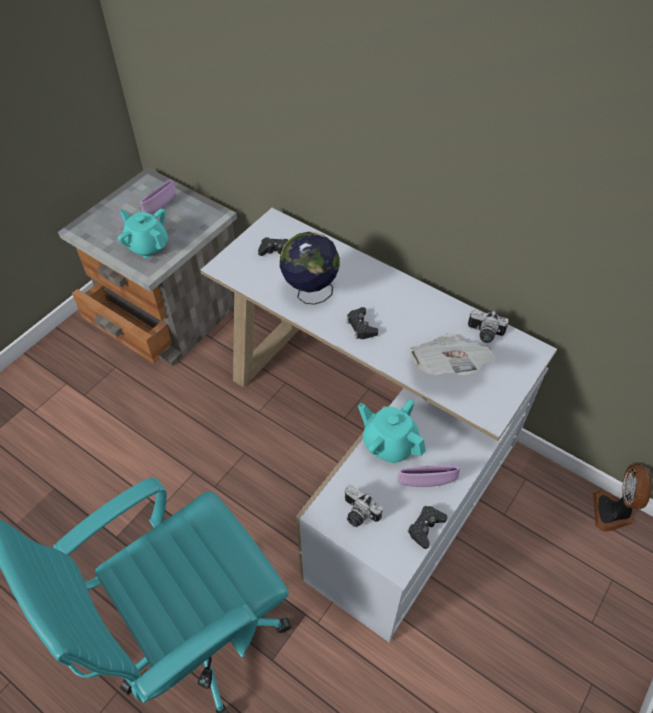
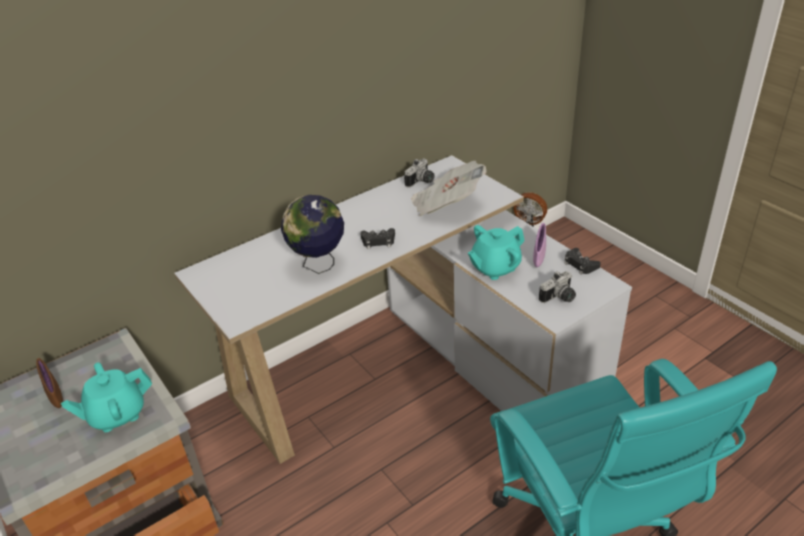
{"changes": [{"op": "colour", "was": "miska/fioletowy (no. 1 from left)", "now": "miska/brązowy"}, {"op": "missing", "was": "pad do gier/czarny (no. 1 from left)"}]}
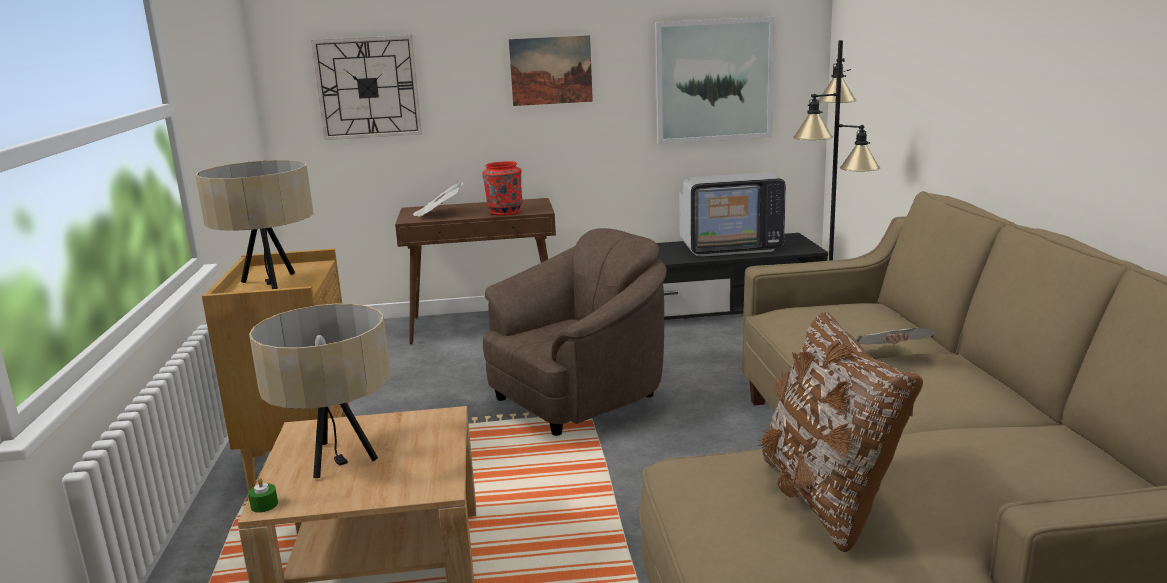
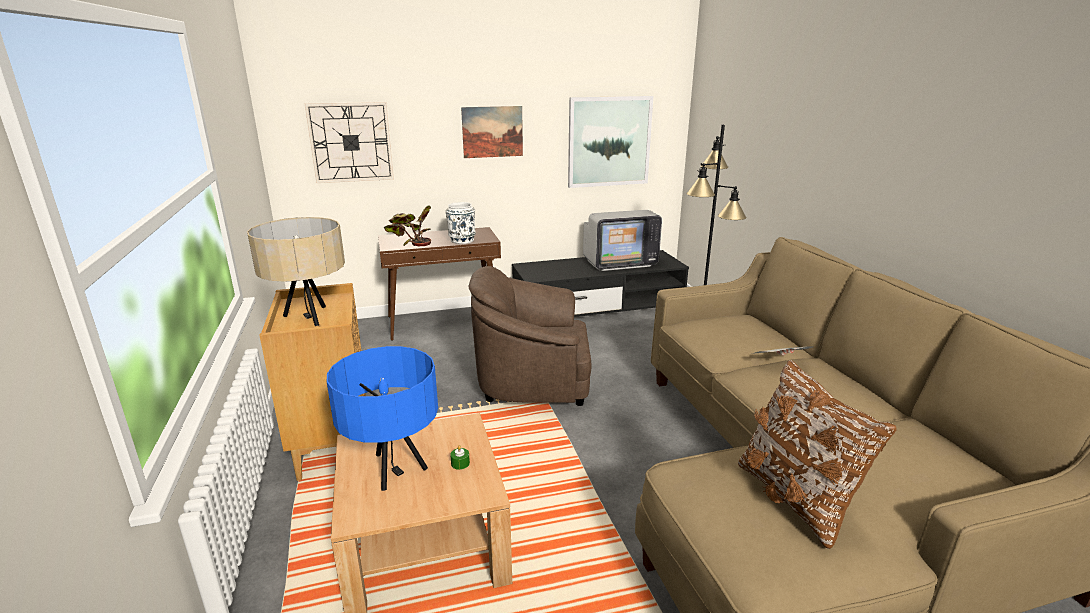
{"changes": [{"op": "colour", "was": "wazon/czerwony", "now": "wazon/biały"}, {"op": "exchanged", "was": "gazeta (no. 1 from left)", "now": "roślina doniczkowa"}, {"op": "spun", "was": "fotel/brązowy", "clockwise": -135}, {"op": "colour", "was": "lampa stołowa/beżowy (no. 2 from left)", "now": "lampa stołowa/niebieski"}, {"op": "relocated", "was": "świeca/zielony"}]}
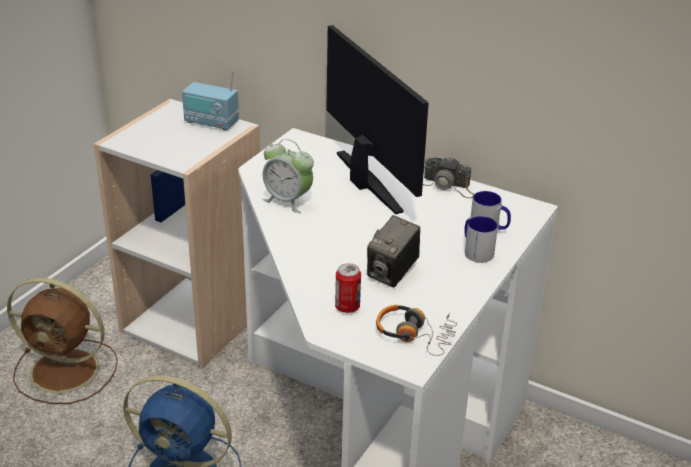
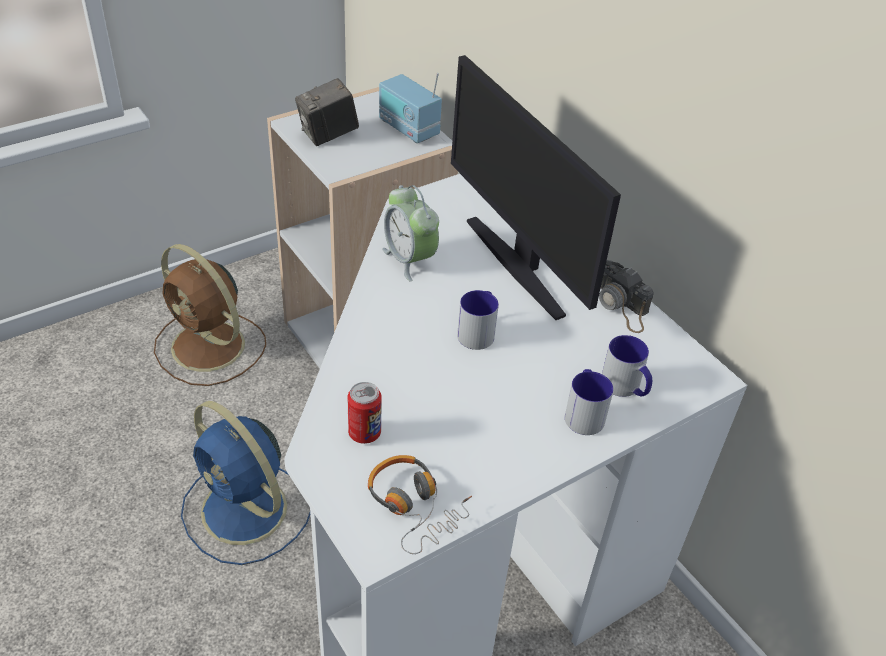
{"changes": [{"op": "spun", "was": "monitor", "clockwise": 150}, {"op": "relocated", "was": "aparat fotograficzny (no. 1 from left)"}, {"op": "appeared", "now": "kubek (no. 1 from left)"}]}
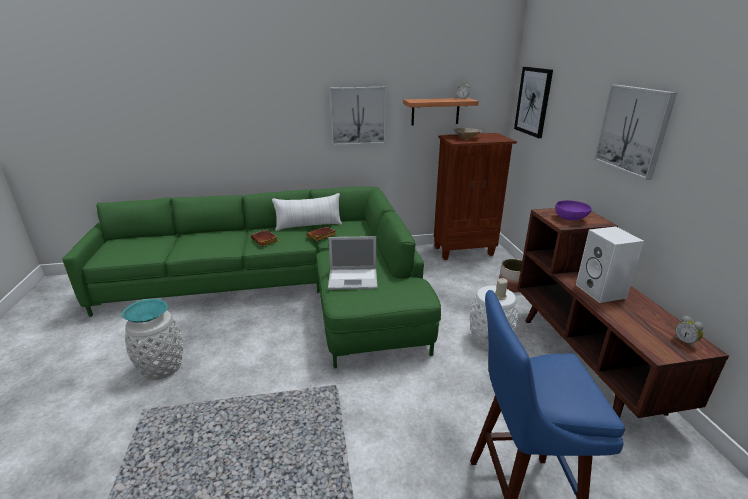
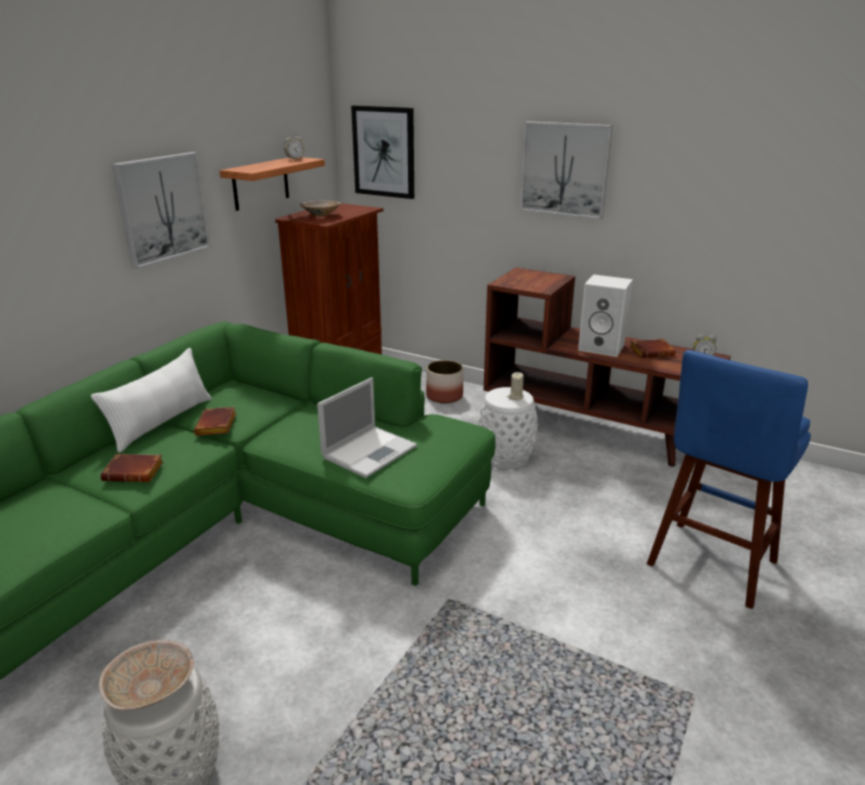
{"changes": [{"op": "missing", "was": "miska/fioletowy"}, {"op": "colour", "was": "miska/turkusowy", "now": "miska/beżowy (no. 1 from left)"}, {"op": "appeared", "now": "książka/brązowy (no. 3 from left)"}]}
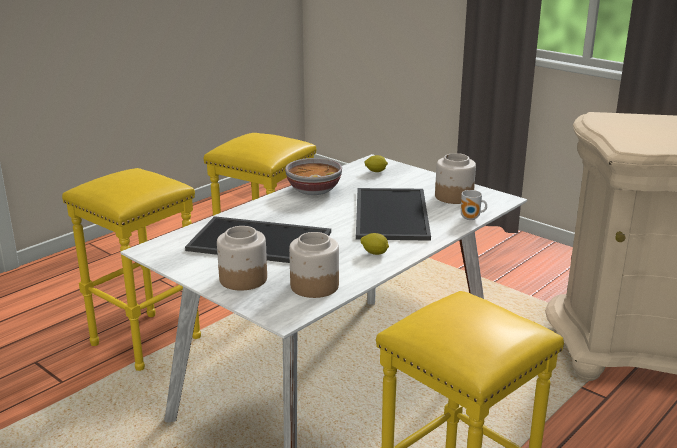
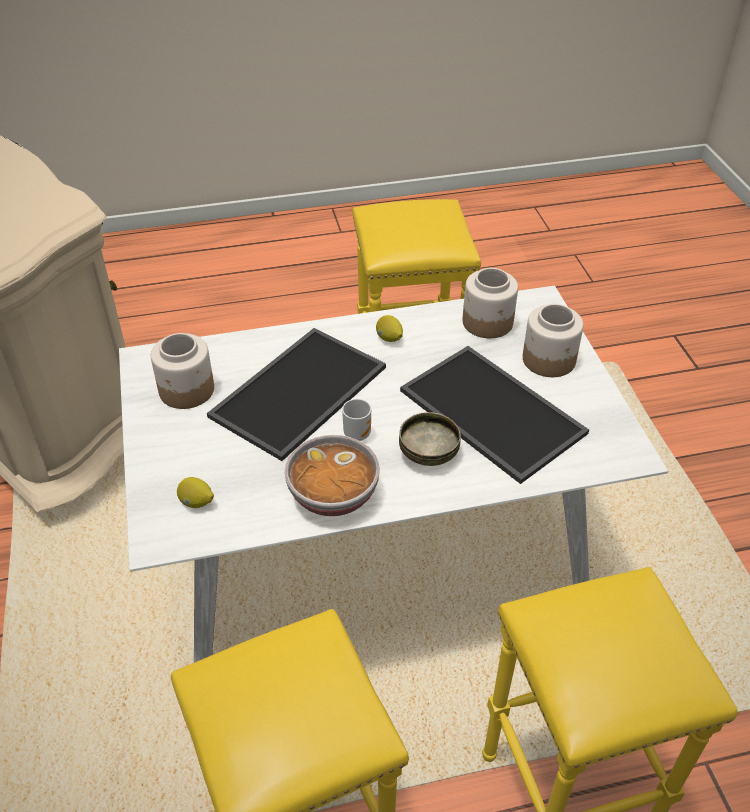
{"changes": [{"op": "relocated", "was": "kubek"}, {"op": "appeared", "now": "miska (no. 2 from left)"}]}
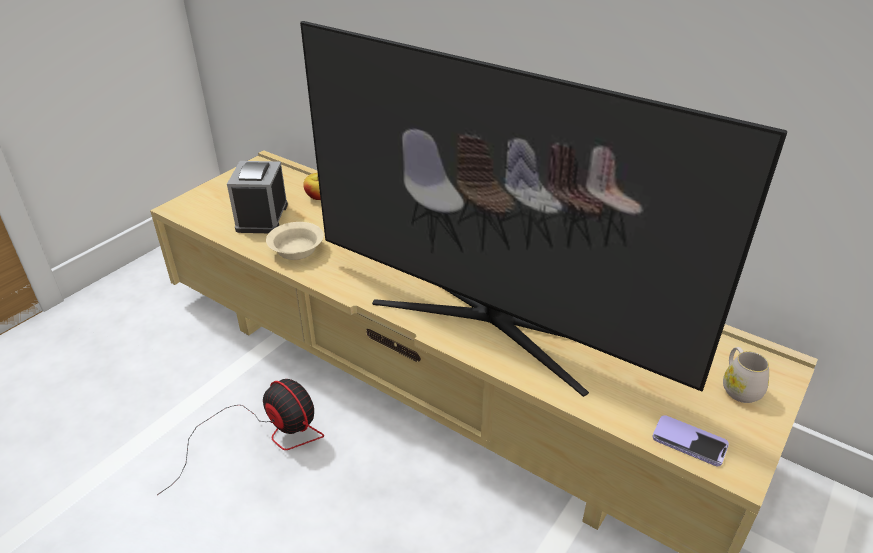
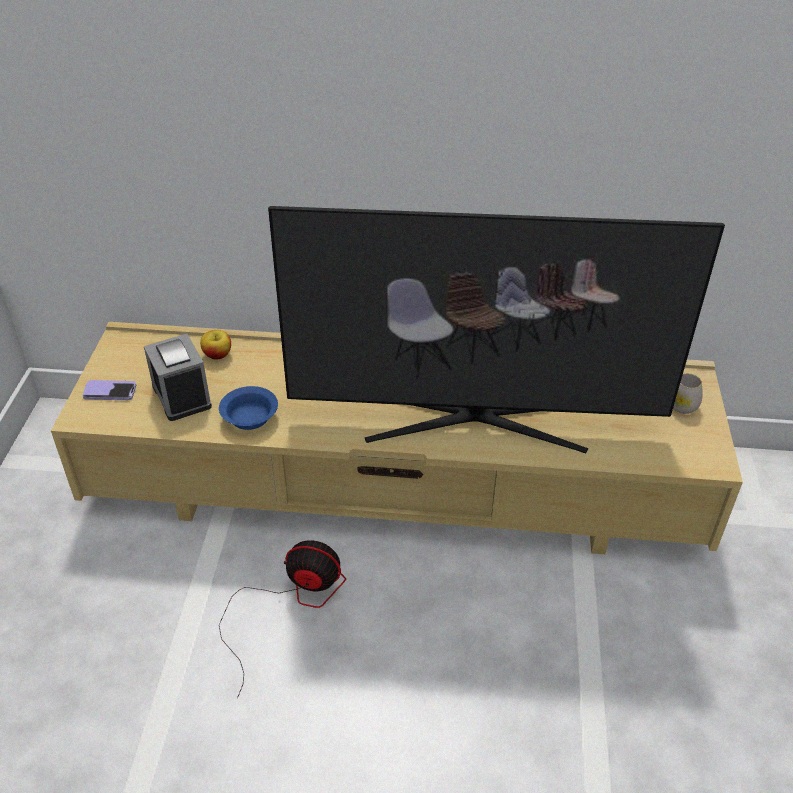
{"changes": [{"op": "colour", "was": "miska/beżowy", "now": "miska/niebieski"}, {"op": "relocated", "was": "telefon"}]}
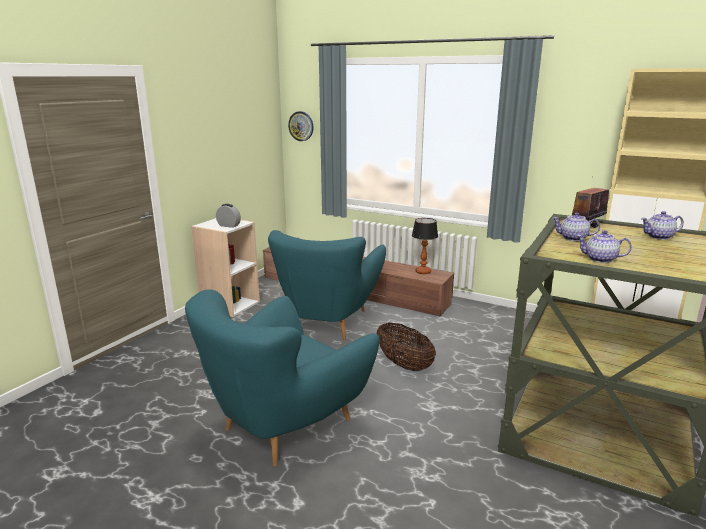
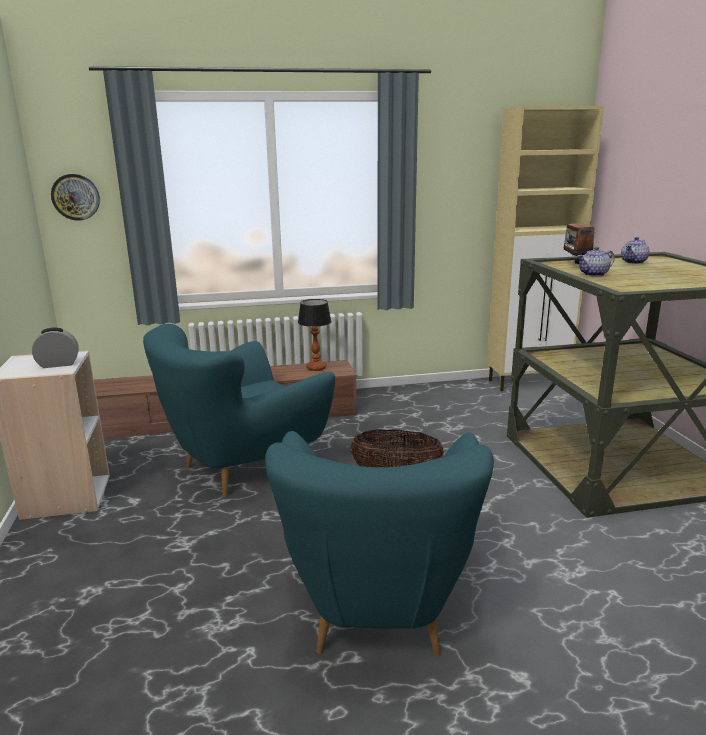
{"changes": [{"op": "spun", "was": "fotel/turkusowy (no. 2 from left in the first image)", "clockwise": 75}, {"op": "missing", "was": "imbryk (no. 2 from left)"}]}
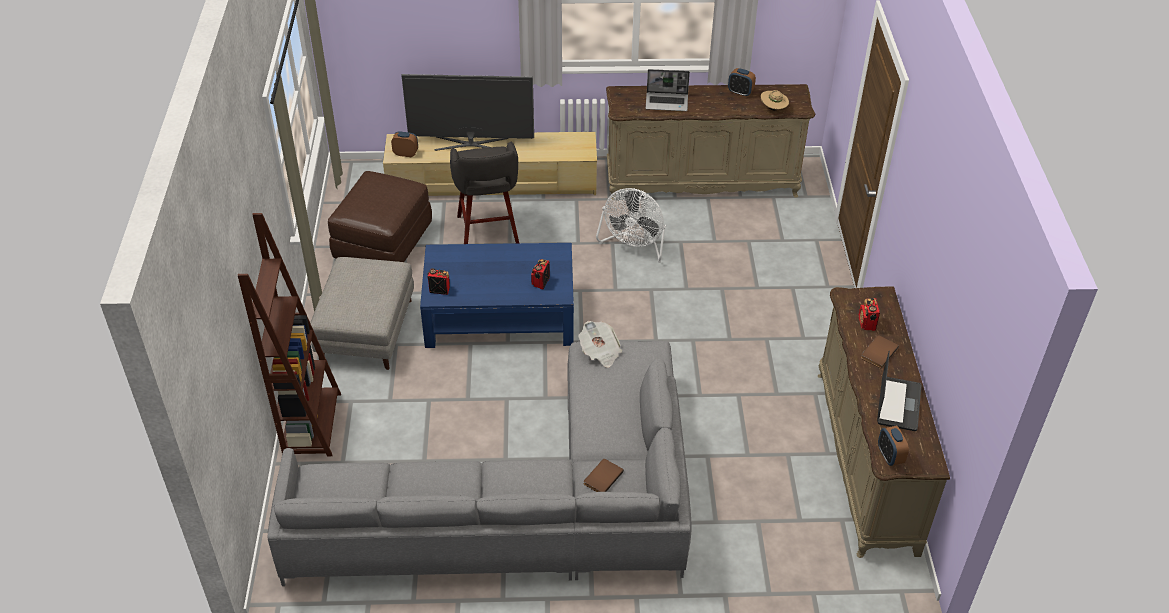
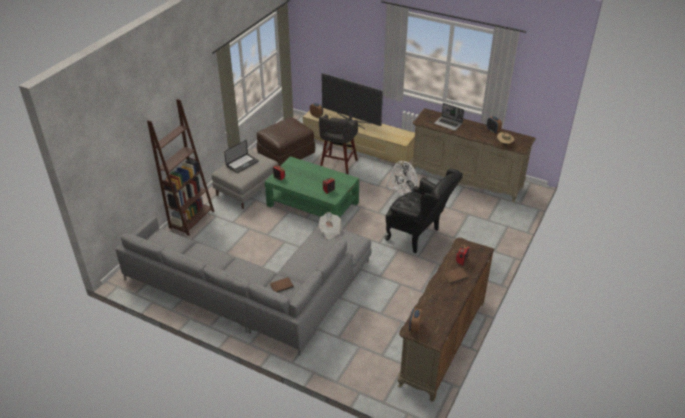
{"changes": [{"op": "colour", "was": "ława/niebieski", "now": "ława/zielony"}, {"op": "relocated", "was": "laptop (no. 2 from left in the first image)", "now": "laptop (no. 1 from left)"}, {"op": "appeared", "now": "fotel/czarny"}]}
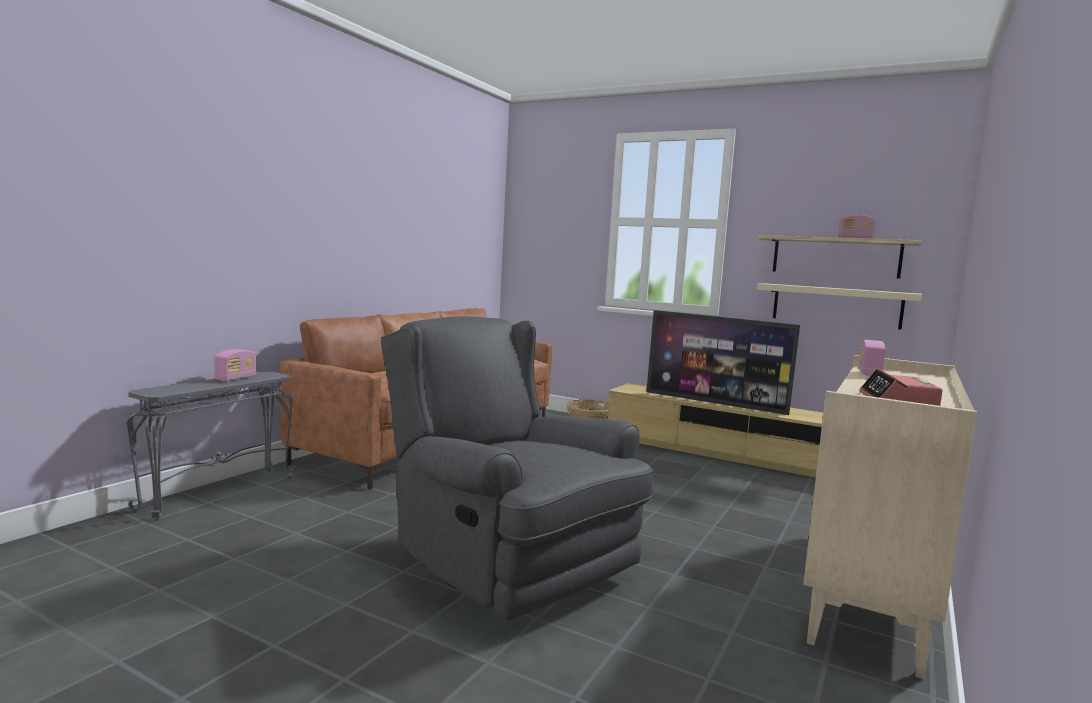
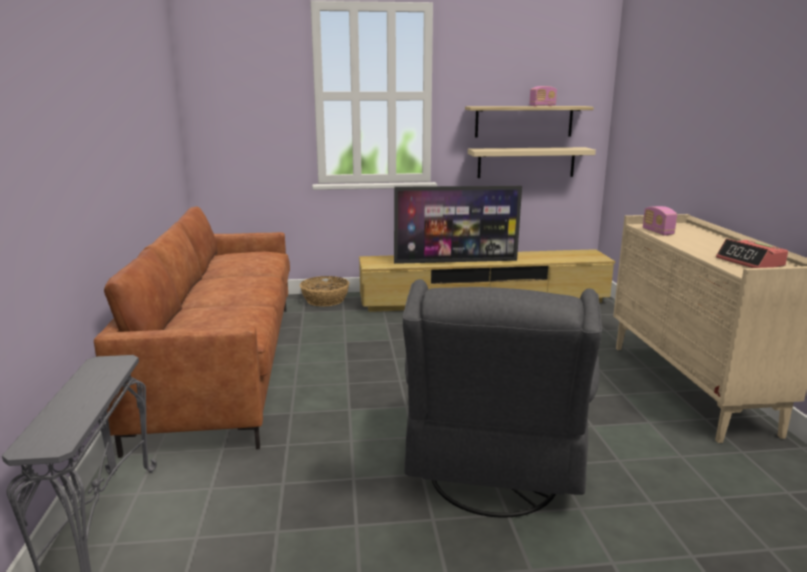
{"changes": [{"op": "spun", "was": "fotel/szary", "clockwise": -90}, {"op": "missing", "was": "radio (no. 1 from left)"}]}
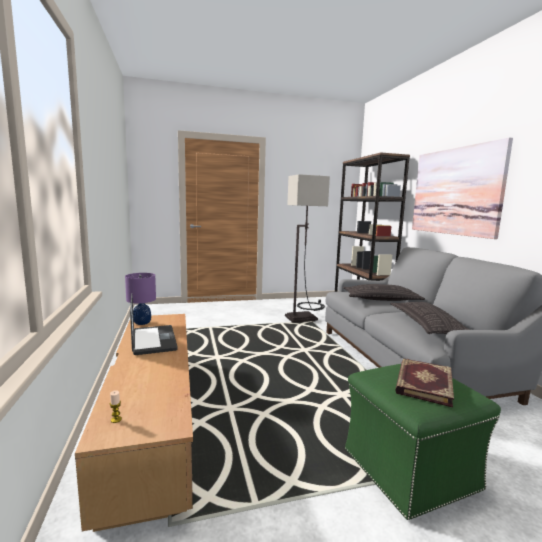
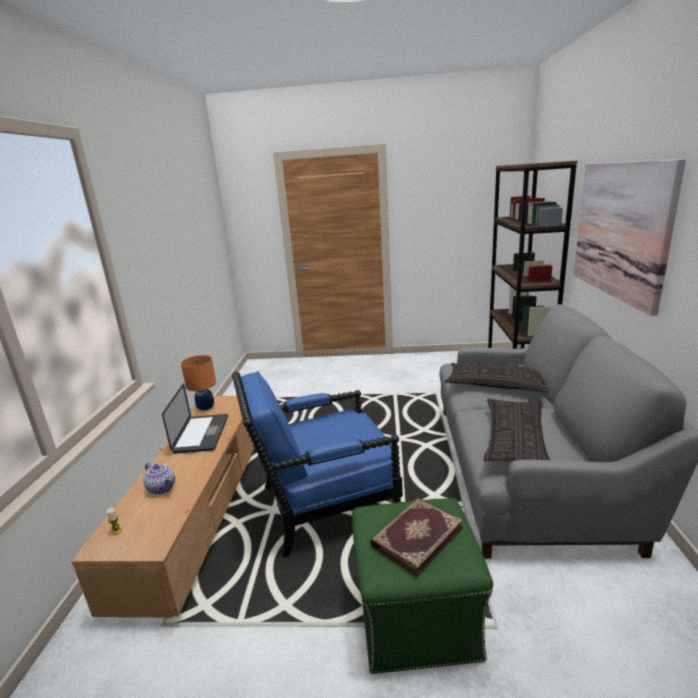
{"changes": [{"op": "missing", "was": "lampa stojąca"}, {"op": "colour", "was": "lampa stołowa/fioletowy", "now": "lampa stołowa/pomarańczowy"}, {"op": "appeared", "now": "fotel/niebieski"}, {"op": "appeared", "now": "imbryk"}]}
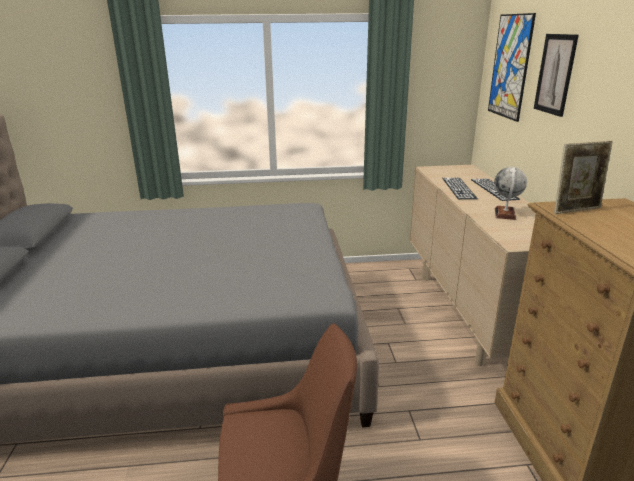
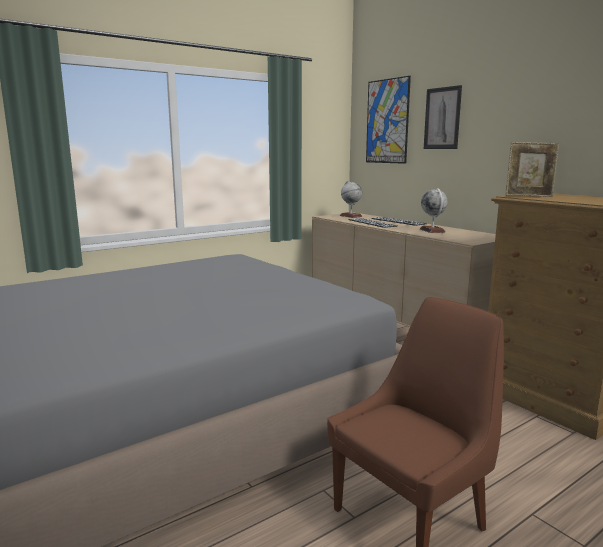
{"changes": [{"op": "spun", "was": "ramka na zdjęcie", "clockwise": 60}, {"op": "appeared", "now": "globus (no. 1 from left)"}]}
